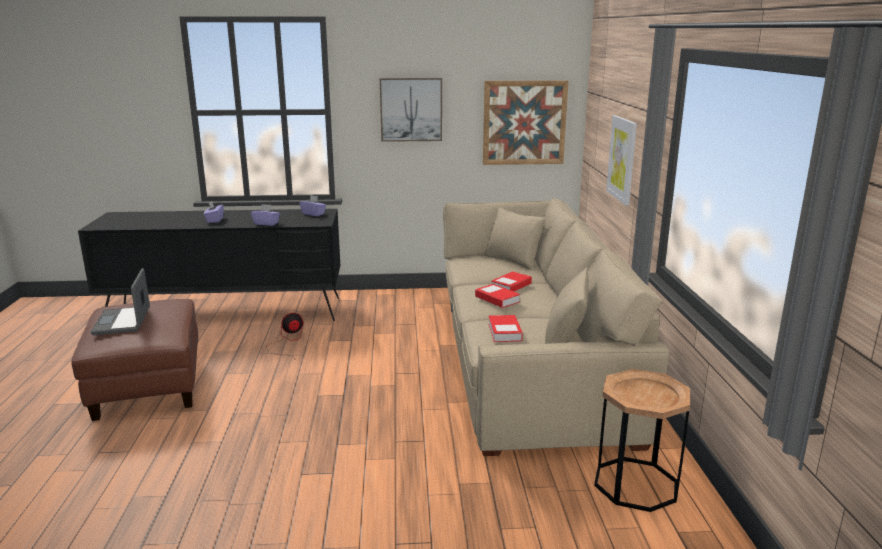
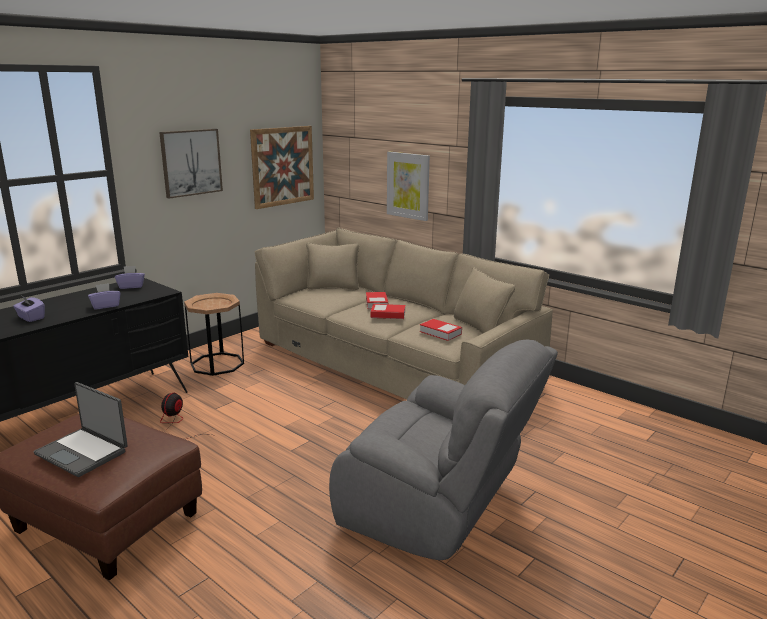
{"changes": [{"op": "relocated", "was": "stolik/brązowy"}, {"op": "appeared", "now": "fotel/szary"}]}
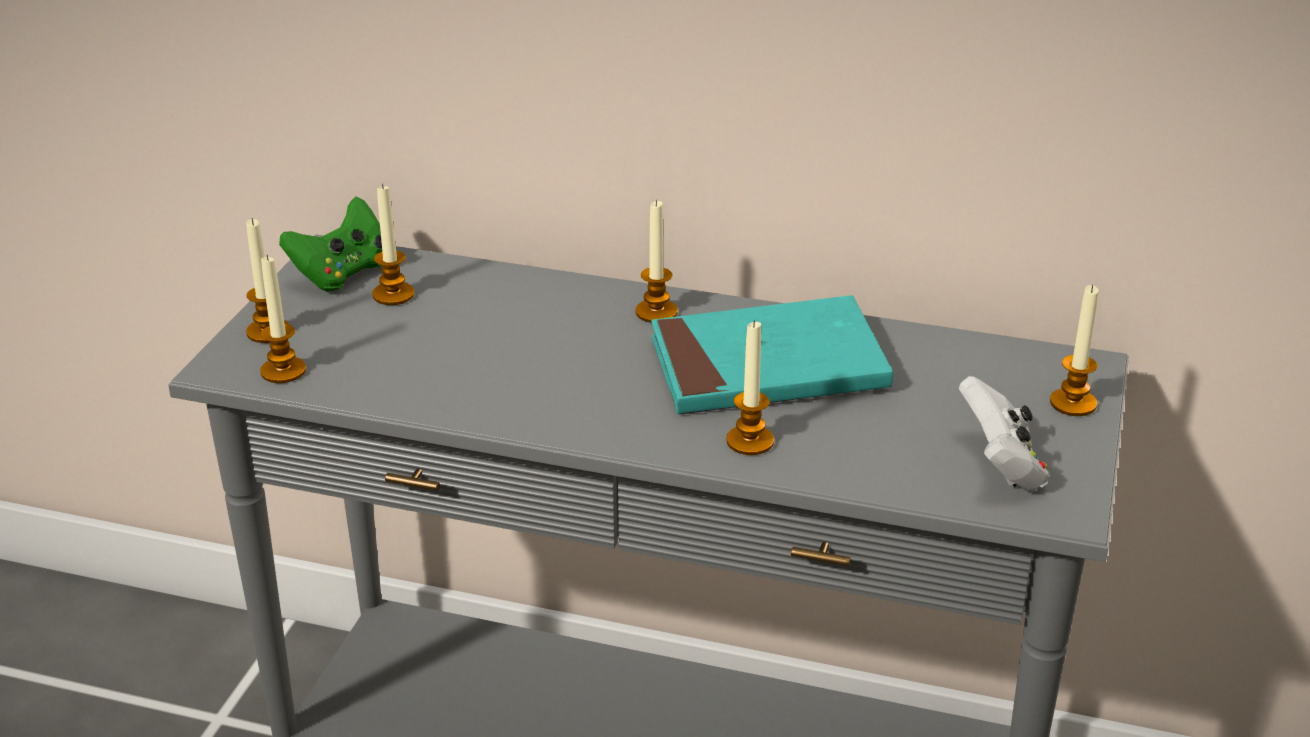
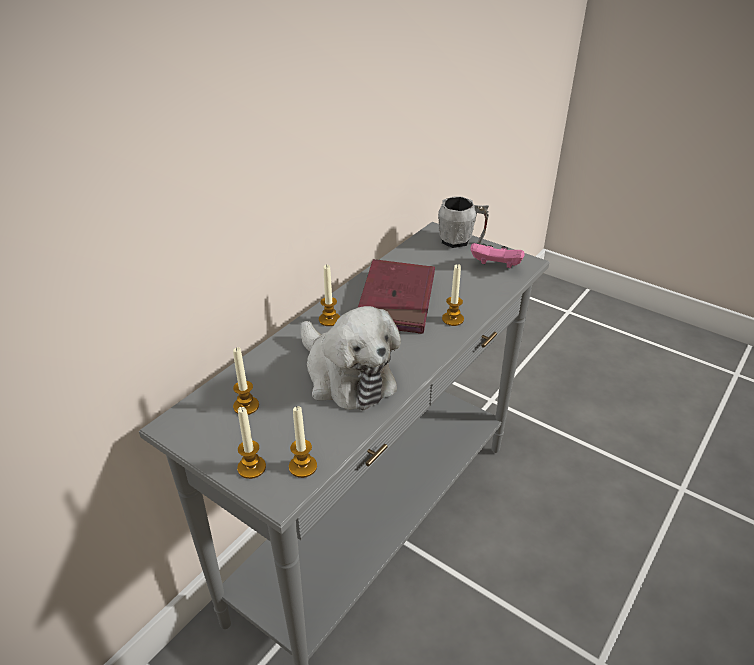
{"changes": [{"op": "missing", "was": "pad do gier/zielony"}, {"op": "exchanged", "was": "świeca (no. 6 from left)", "now": "kubek/szary"}, {"op": "colour", "was": "książka/turkusowy", "now": "książka/czerwony"}, {"op": "colour", "was": "pad do gier/biały", "now": "pad do gier/różowy"}, {"op": "appeared", "now": "pluszak"}]}
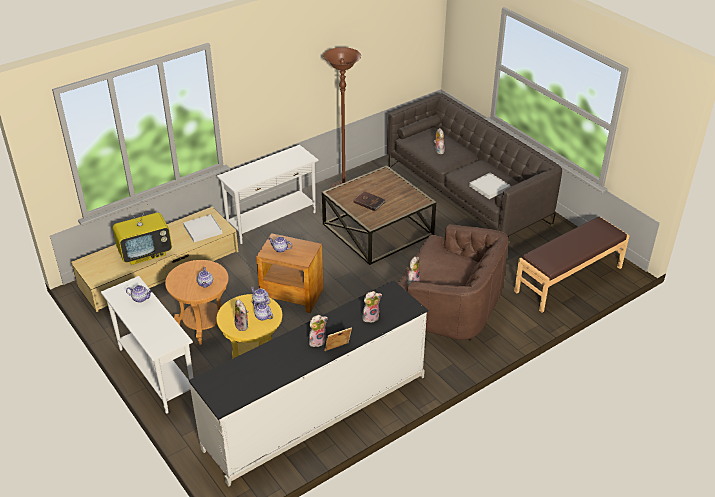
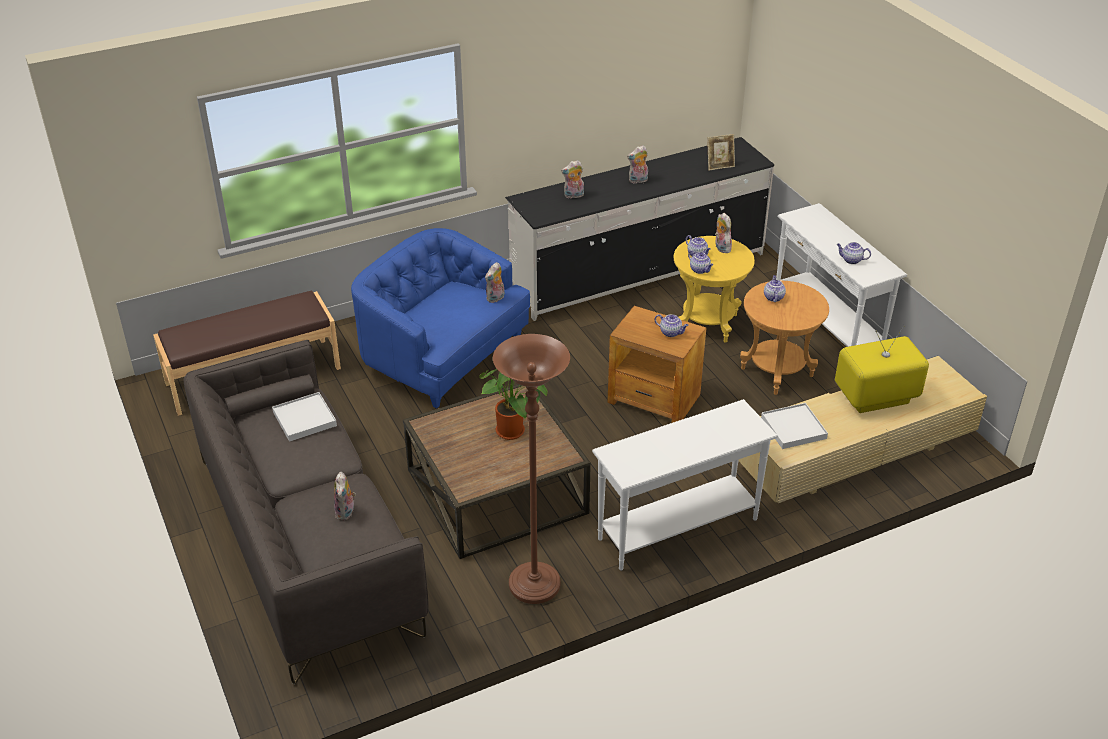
{"changes": [{"op": "exchanged", "was": "książka/brązowy", "now": "roślina doniczkowa"}, {"op": "colour", "was": "fotel/brązowy", "now": "fotel/niebieski"}, {"op": "relocated", "was": "ramka na zdjęcie"}]}
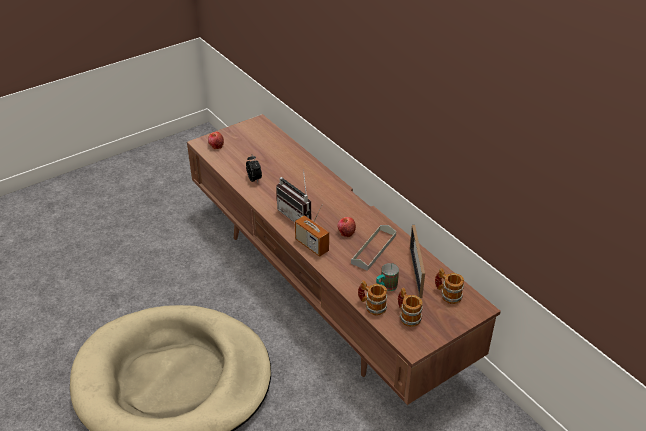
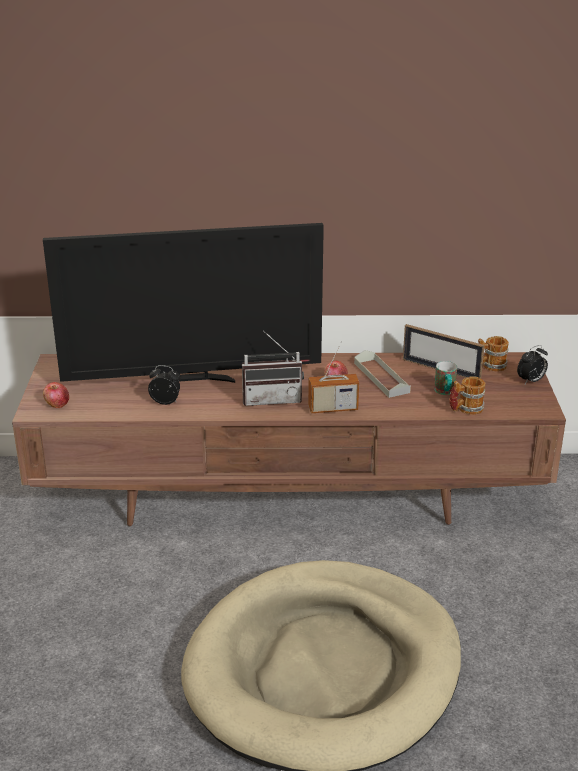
{"changes": [{"op": "missing", "was": "kubek (no. 3 from left)"}, {"op": "appeared", "now": "telewizor"}, {"op": "appeared", "now": "budzik (no. 2 from left)"}]}
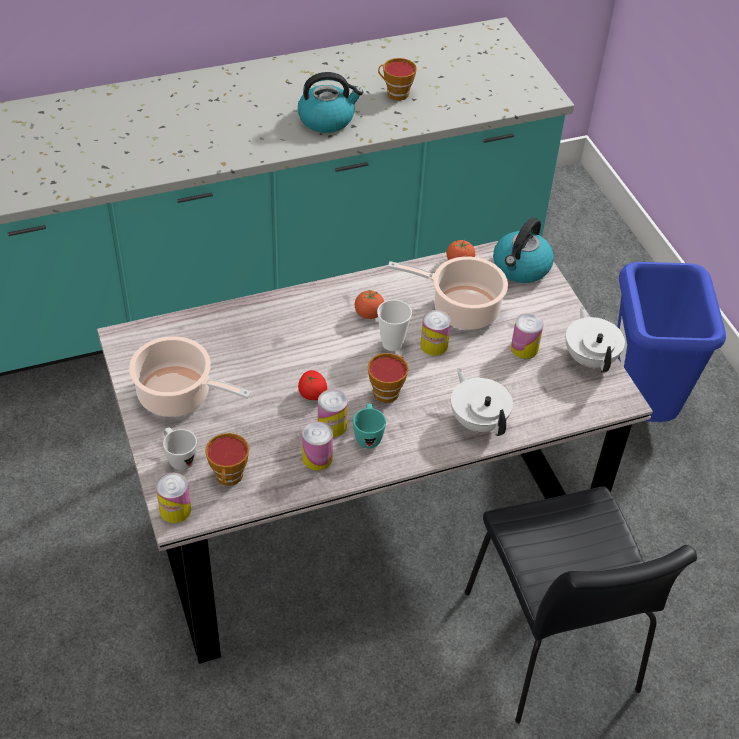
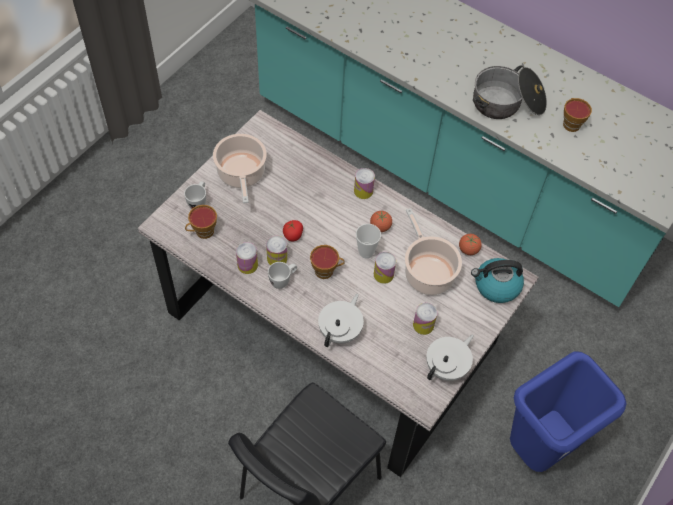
{"changes": [{"op": "exchanged", "was": "czajnik (no. 1 from left)", "now": "garnek (no. 3 from left)"}, {"op": "colour", "was": "kubek/turkusowy", "now": "kubek/biały (no. 2 from left)"}, {"op": "relocated", "was": "puszka (no. 1 from left in the first image)", "now": "puszka (no. 3 from left)"}]}
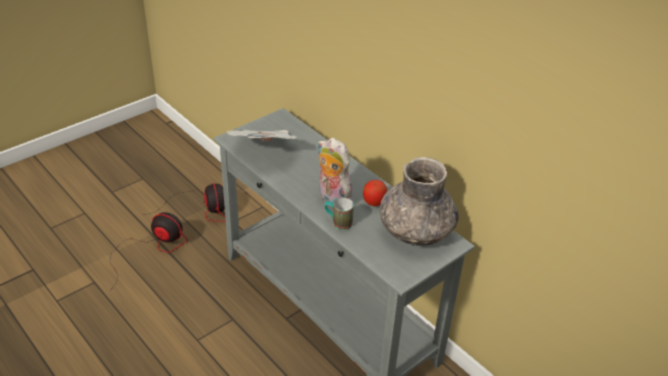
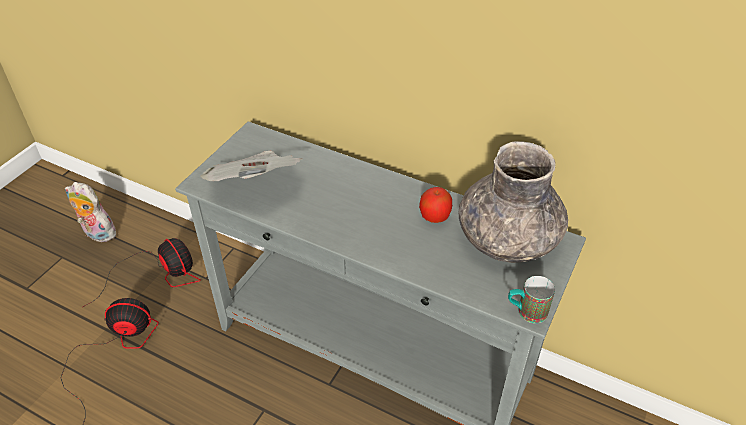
{"changes": [{"op": "relocated", "was": "pluszak"}, {"op": "relocated", "was": "kubek"}]}
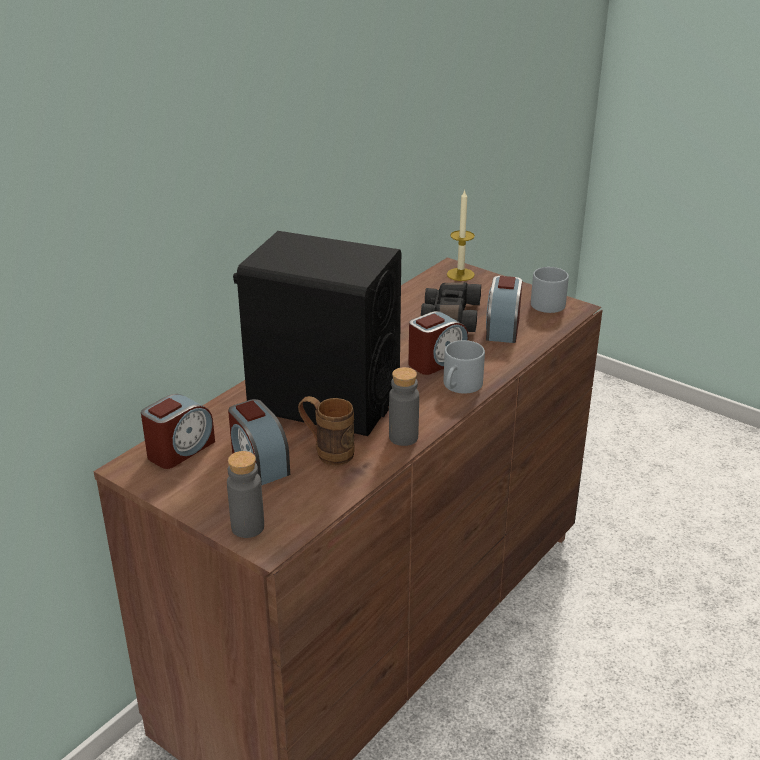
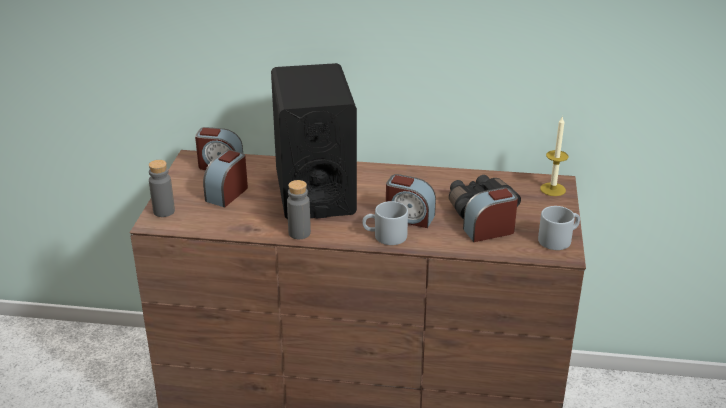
{"changes": [{"op": "missing", "was": "kubek/brązowy"}]}
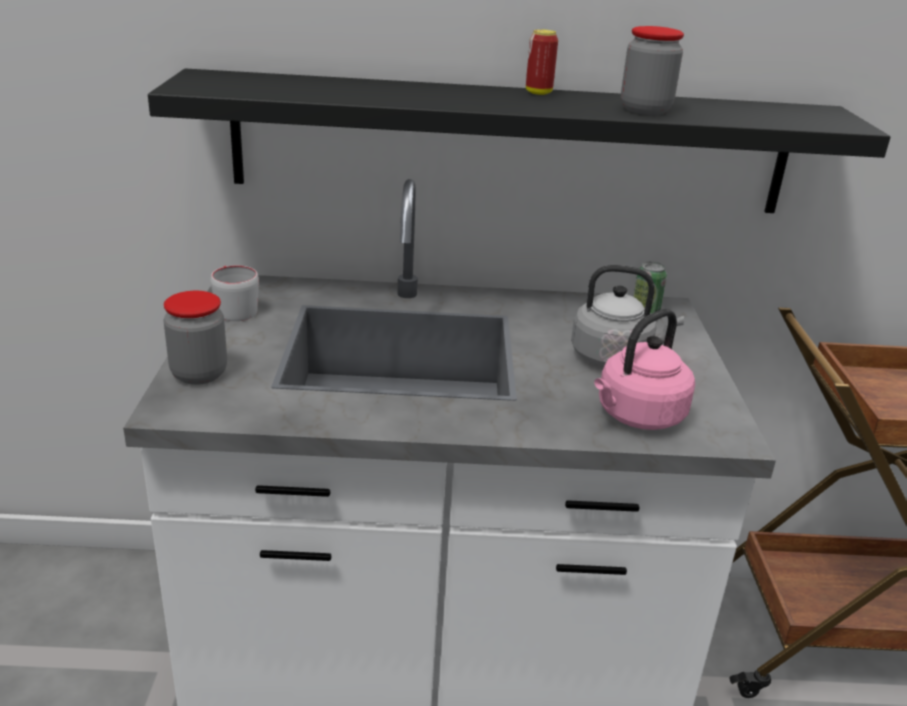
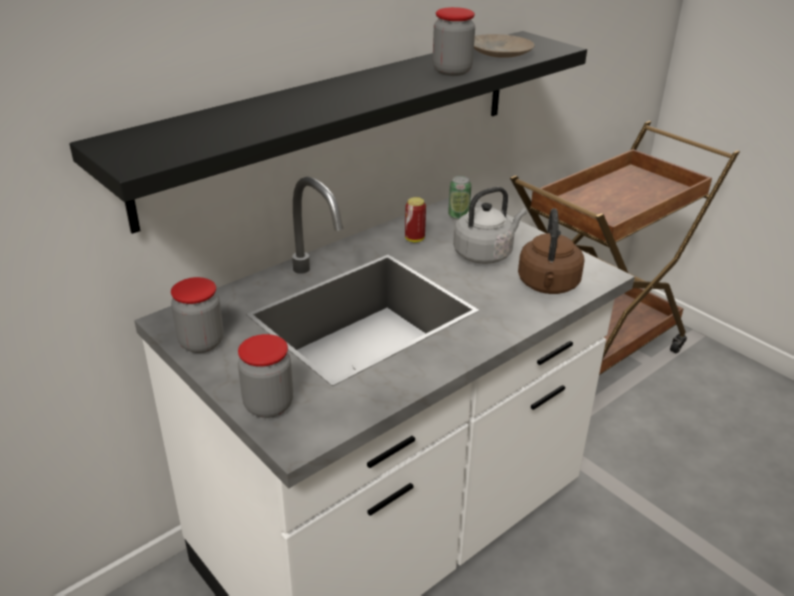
{"changes": [{"op": "relocated", "was": "puszka (no. 1 from left)"}, {"op": "exchanged", "was": "kubek/szary", "now": "słoik (no. 1 from left)"}, {"op": "colour", "was": "czajnik/różowy", "now": "czajnik/brązowy"}, {"op": "appeared", "now": "talerz/beżowy"}]}
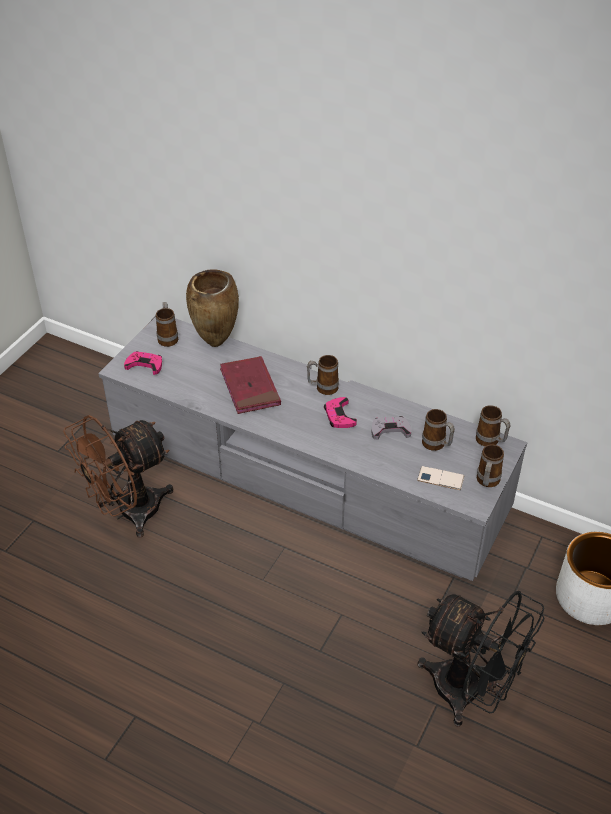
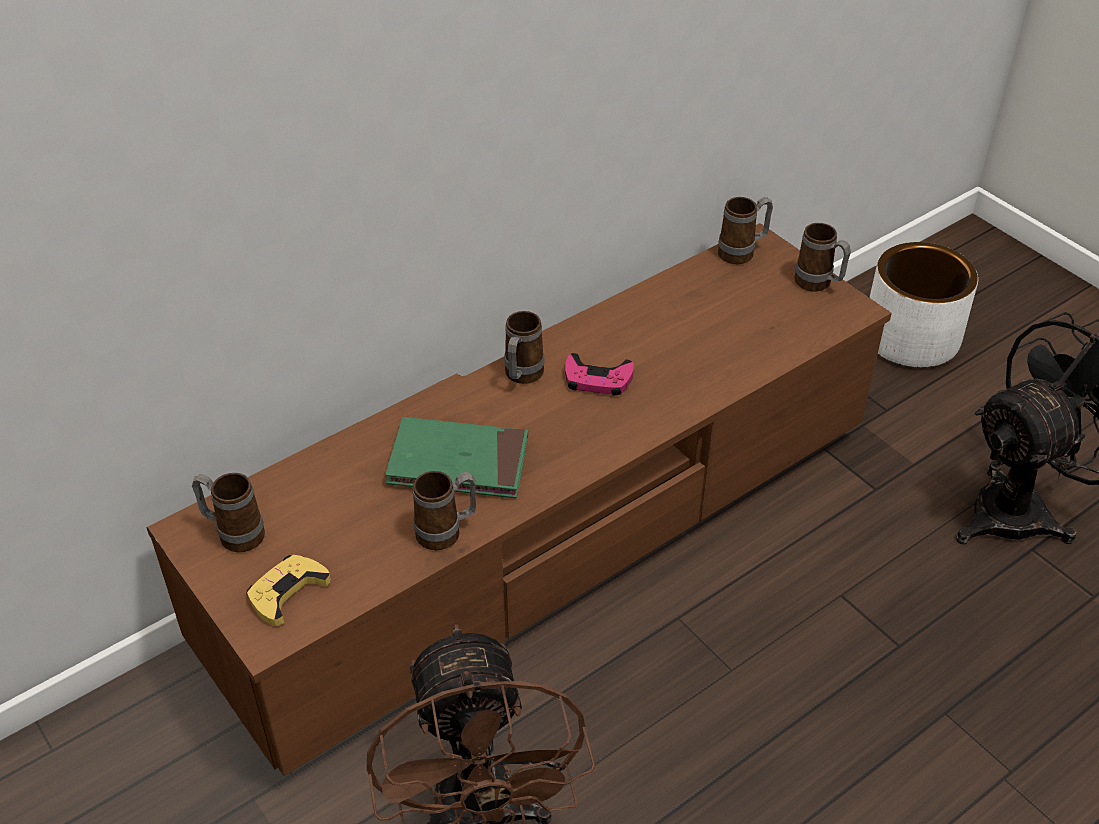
{"changes": [{"op": "missing", "was": "wazon/brązowy"}, {"op": "colour", "was": "szafka pod telewizor/szary", "now": "szafka pod telewizor/brązowy"}, {"op": "colour", "was": "pad do gier/różowy (no. 1 from left)", "now": "pad do gier/żółty"}, {"op": "colour", "was": "książka/czerwony", "now": "książka/zielony"}, {"op": "relocated", "was": "kubek (no. 3 from left in the first image)", "now": "kubek (no. 2 from left)"}, {"op": "missing", "was": "pad do gier/szary"}, {"op": "missing", "was": "telefon"}]}
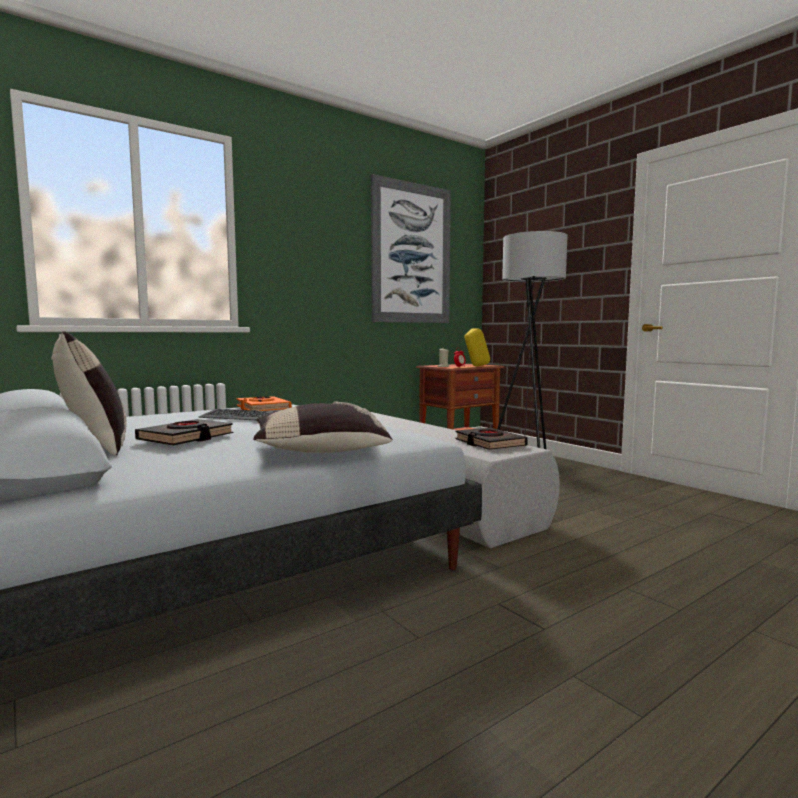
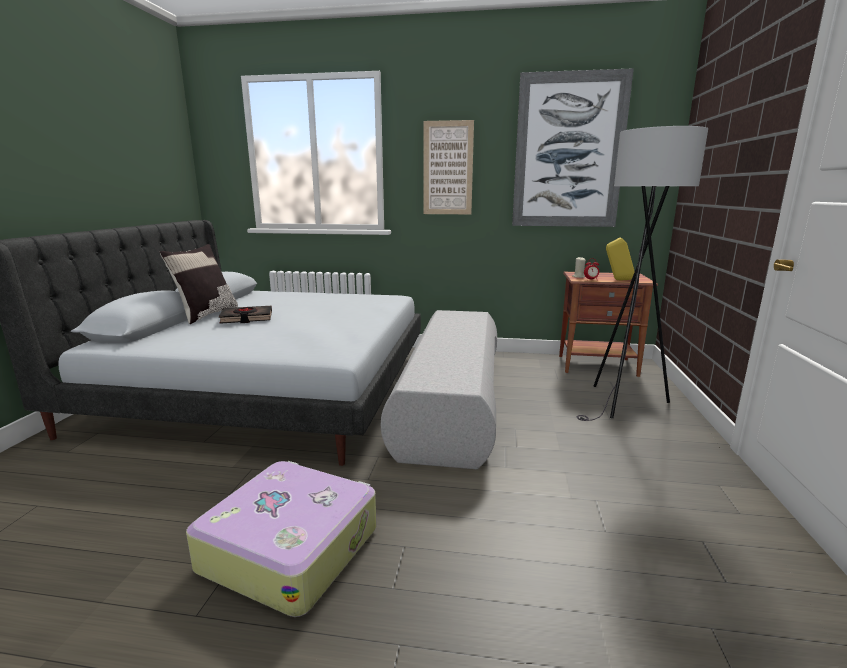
{"changes": [{"op": "missing", "was": "książka/pomarańczowy"}, {"op": "missing", "was": "poduszka (no. 2 from left)"}, {"op": "missing", "was": "klawiatura"}, {"op": "missing", "was": "książka/czarny (no. 2 from left)"}, {"op": "appeared", "now": "obraz (no. 1 from left)"}, {"op": "appeared", "now": "walizka"}]}
